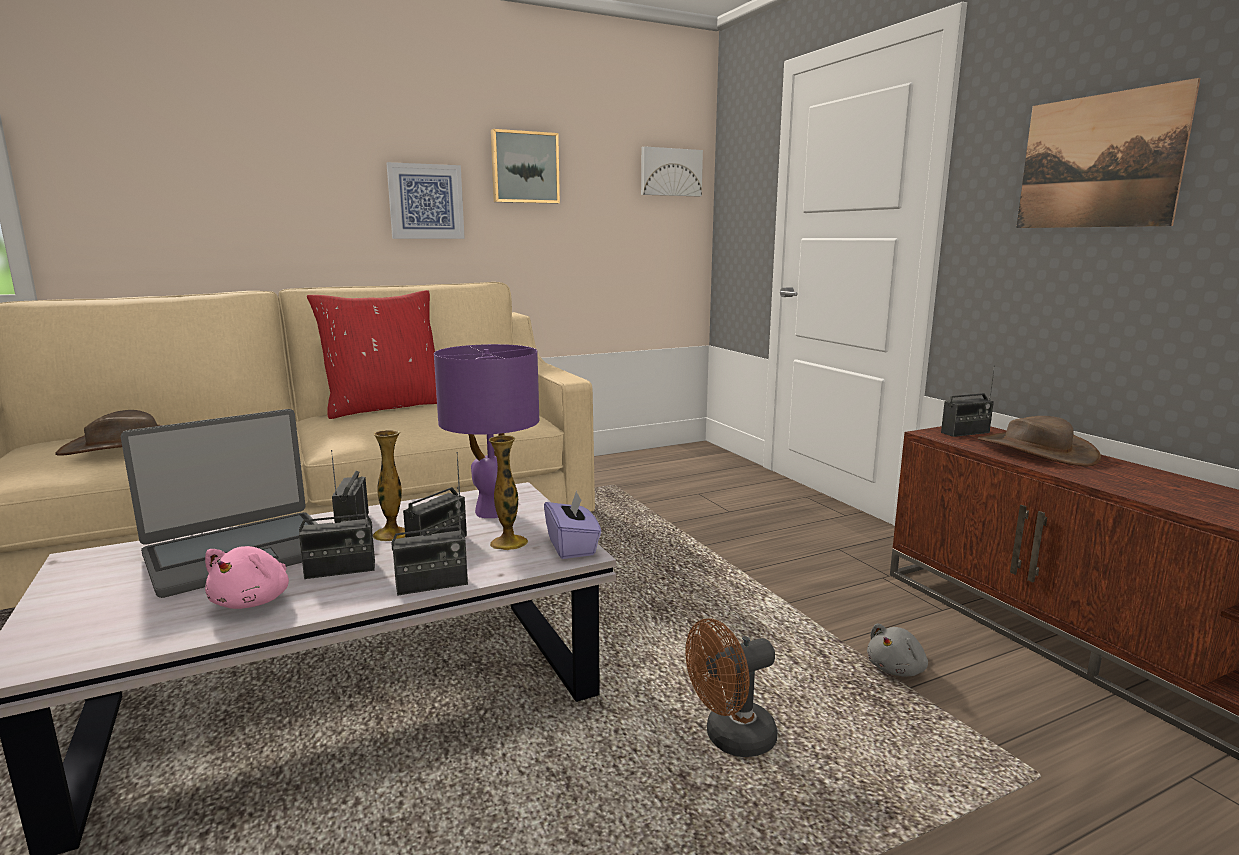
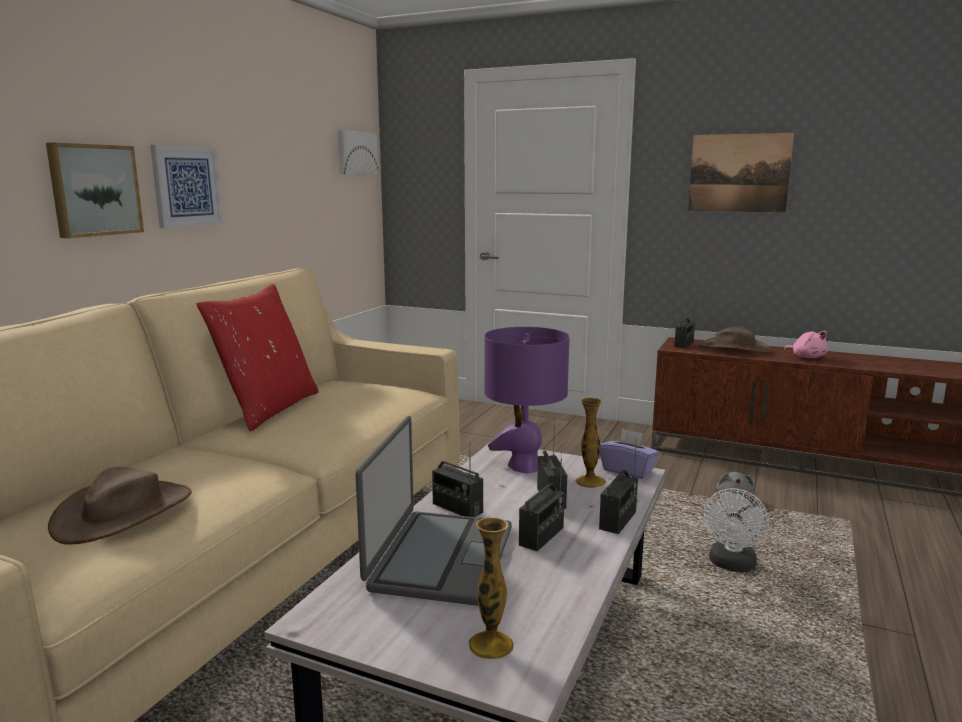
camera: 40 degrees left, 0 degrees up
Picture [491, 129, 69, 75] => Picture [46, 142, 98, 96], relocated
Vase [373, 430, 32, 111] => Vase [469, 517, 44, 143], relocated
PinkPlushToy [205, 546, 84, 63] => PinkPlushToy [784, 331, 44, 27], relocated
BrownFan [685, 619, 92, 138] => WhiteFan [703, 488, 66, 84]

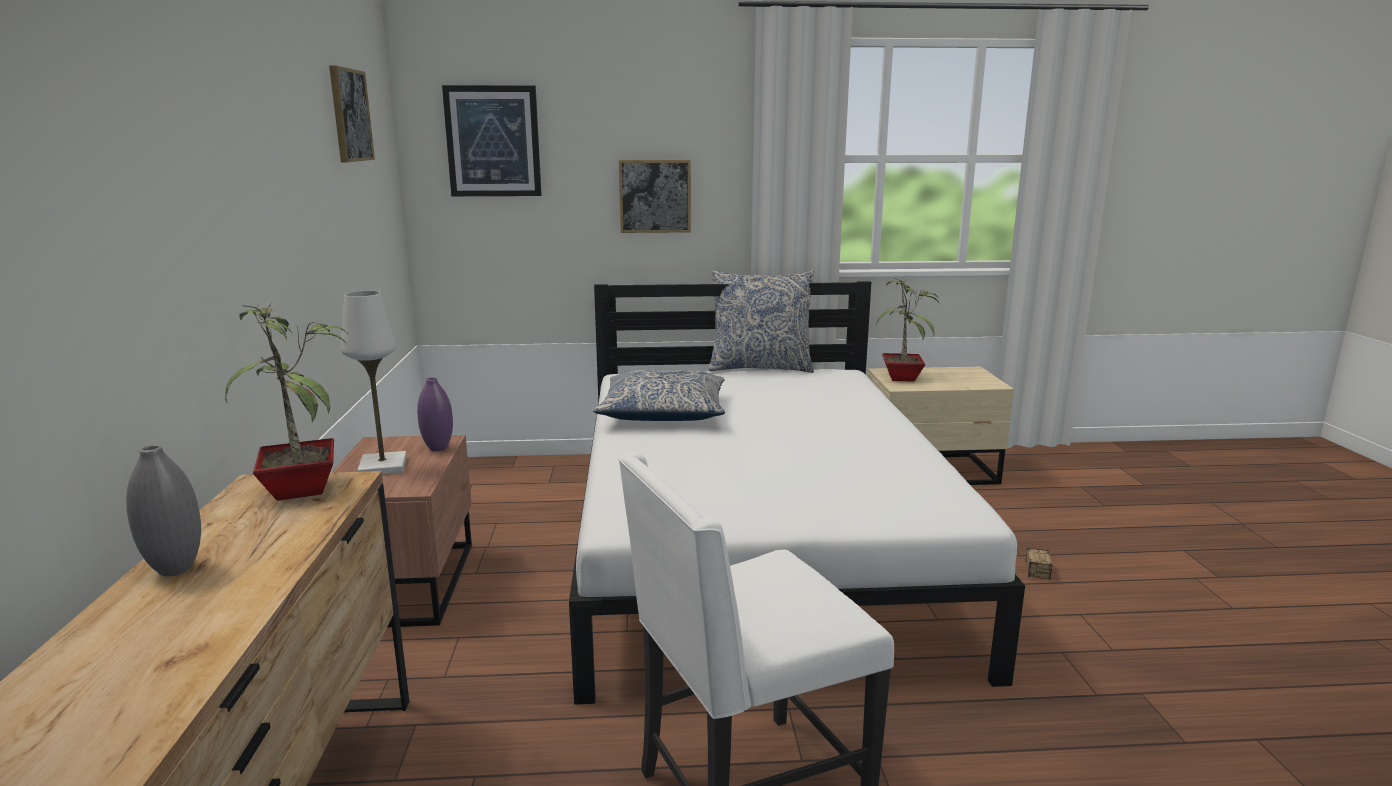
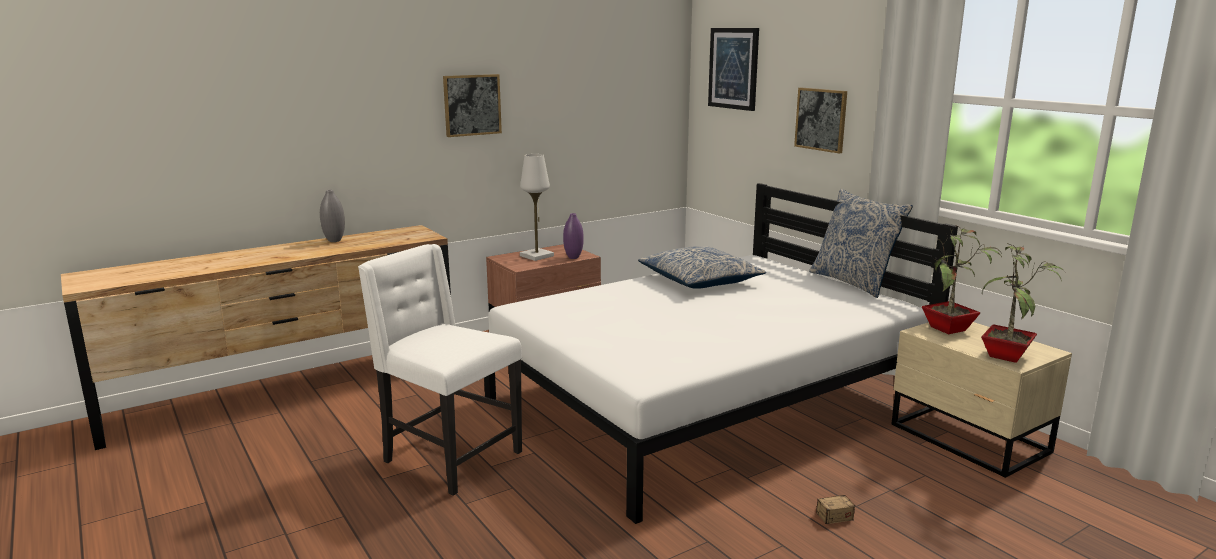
camera: 60 degrees right, 0 degrees up
Picture [329, 65, 46, 97] => Picture [443, 74, 59, 63], relocated
PottedPlant [225, 303, 124, 198] => PottedPlant [981, 243, 84, 120], relocated

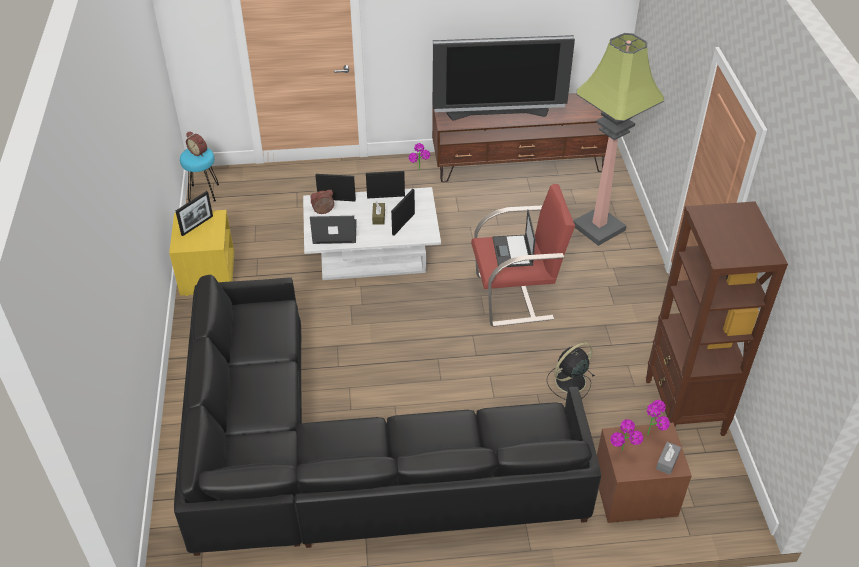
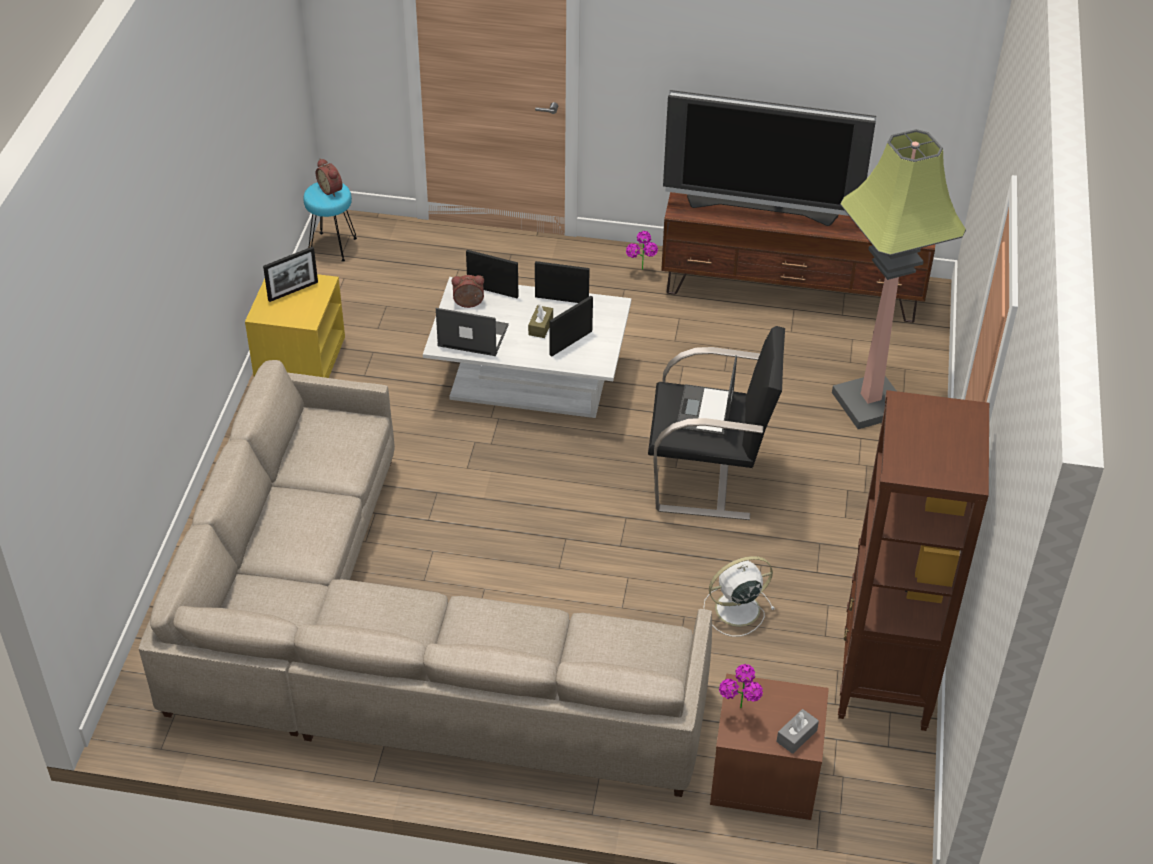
camera: 15 degrees right, 0 degrees up
RedArmchair [471, 184, 104, 143] => BlackArmchair [648, 326, 137, 194]
BlackSofa [174, 275, 427, 281] => BeigeSofa [139, 360, 573, 437]
BlackFan [547, 342, 47, 58] => WhiteFan [703, 556, 72, 81]
PottedPlant [647, 400, 23, 35] => nothing

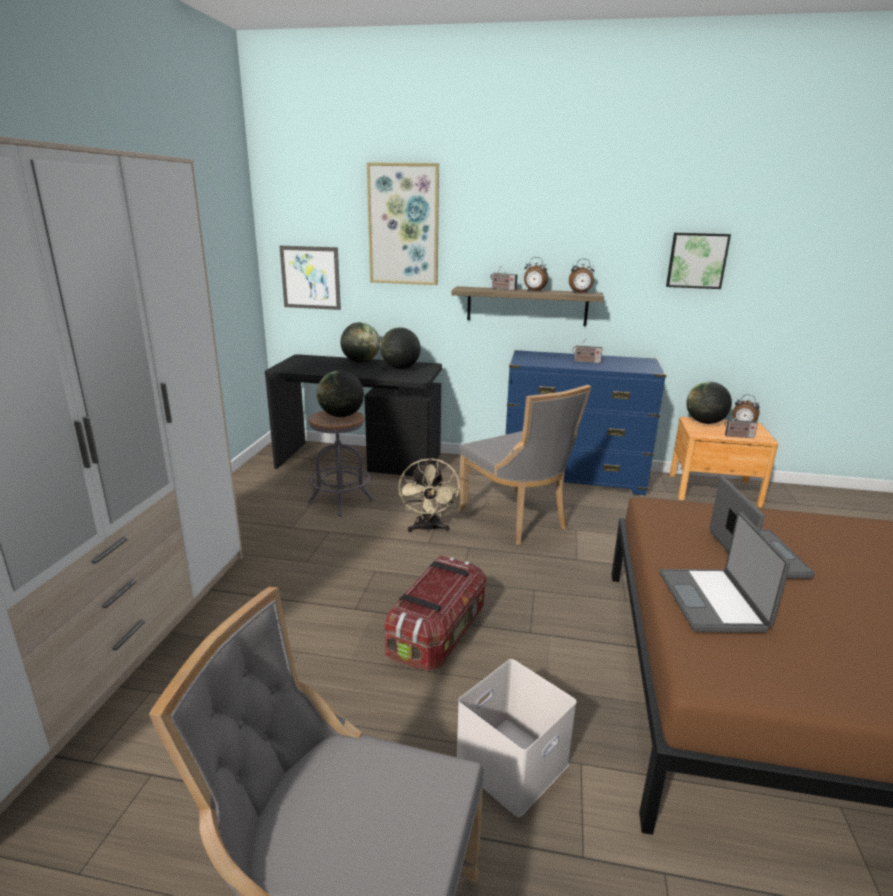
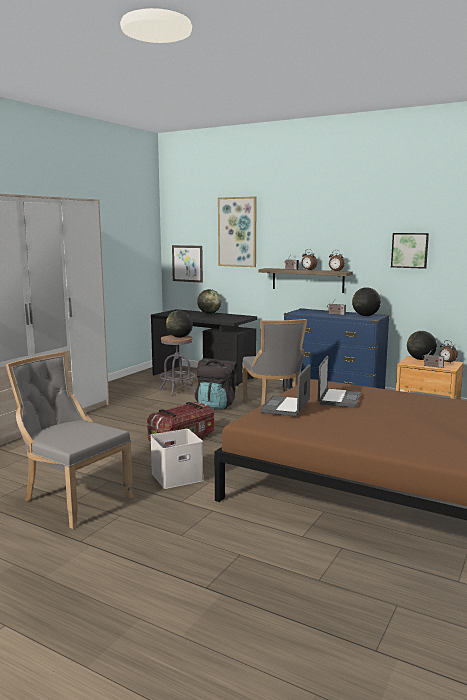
camera: 20 degrees right, 10 degrees down
Globe [380, 327, 41, 42] => Globe [352, 287, 29, 29], relocated
BeigeFan [398, 458, 63, 75] => BlackBackpack [195, 358, 42, 52]

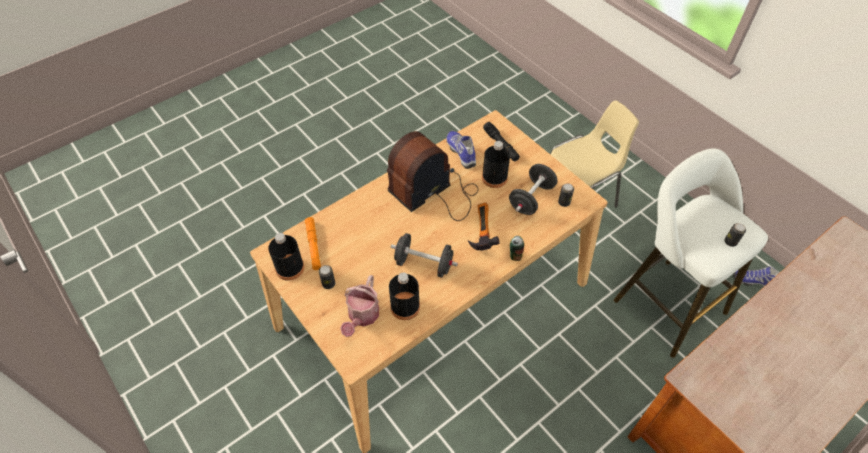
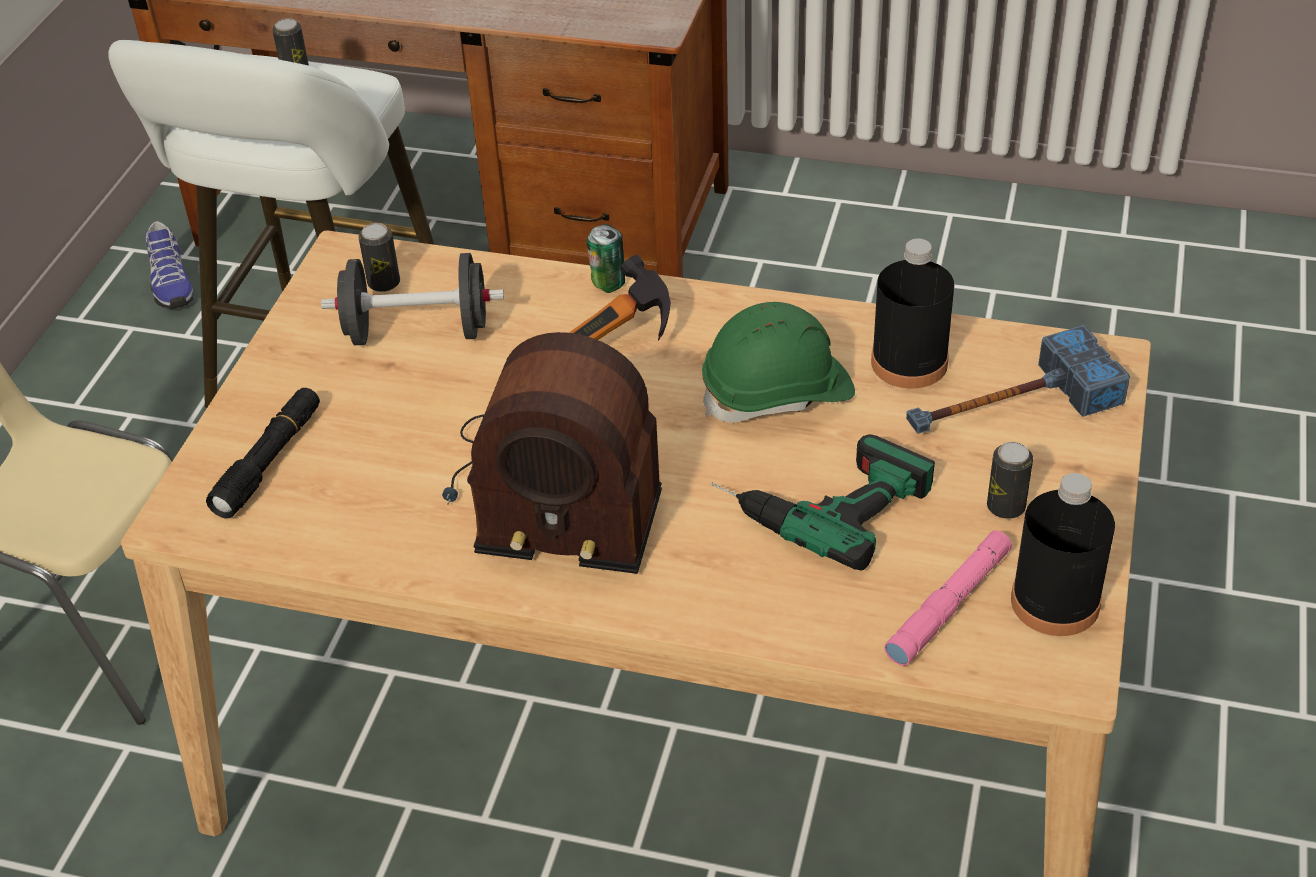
camera: 125 degrees left, 10 degrees down
Shoe [446, 131, 30, 38] => nothing
BlackBottle [482, 141, 28, 47] => nothing
OrangeFlashlight [305, 217, 16, 53] => PinkFlashlight [884, 530, 128, 136]
BlackDumbbell [391, 233, 67, 45] => GreenHardHat [702, 302, 153, 120]
WateringCan [340, 275, 39, 62] => Hammer [906, 325, 224, 109]
nothing => PowerDrill [711, 434, 224, 137]

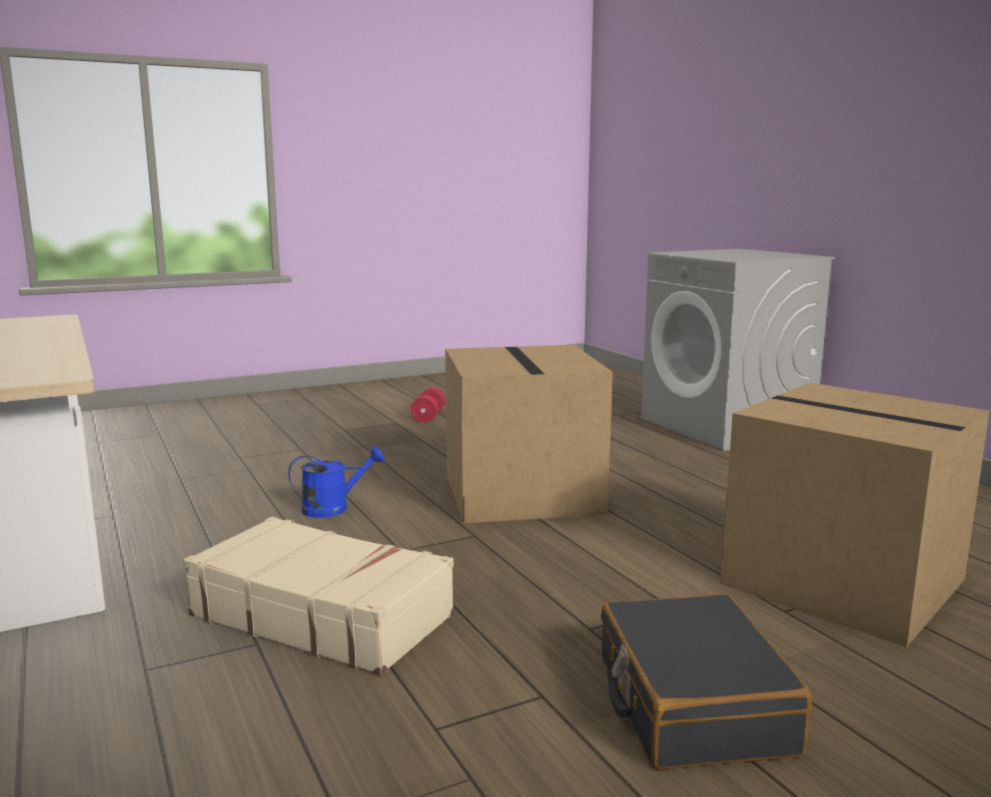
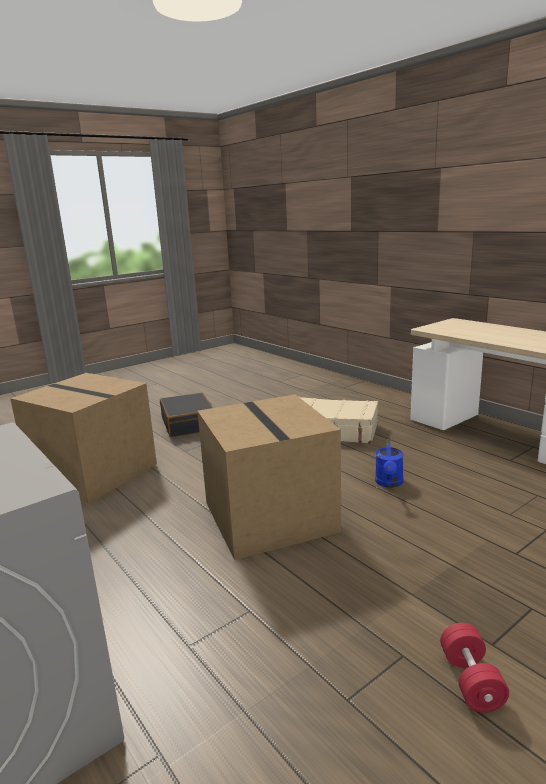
camera: 170 degrees right, 5 degrees up
BlueWateringCan [288, 446, 97, 72] => BlueWateringCan [375, 439, 29, 49], 45 degrees counterclockwise

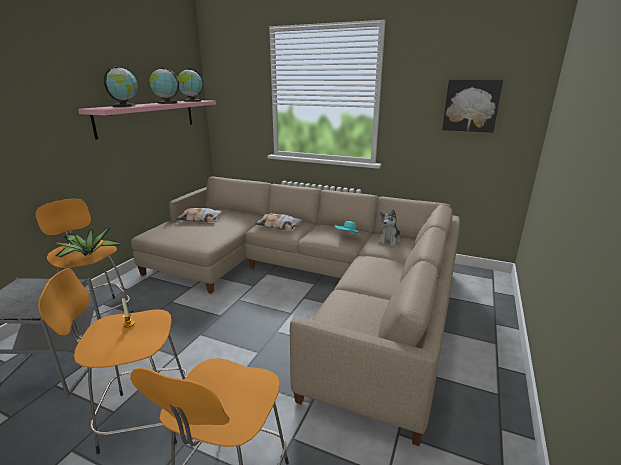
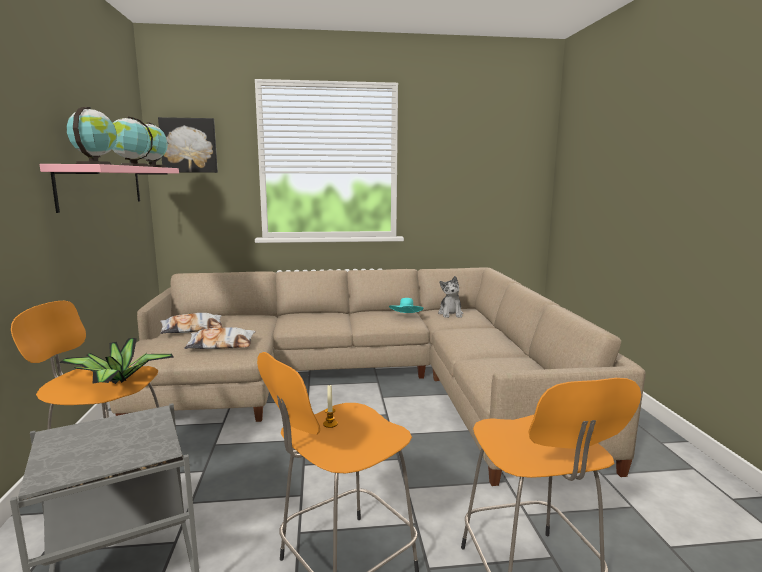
camera: 30 degrees left, 10 degrees down
Picture [442, 80, 61, 53] => Picture [158, 117, 60, 56], relocated
Pillow [255, 213, 47, 18] => Pillow [184, 327, 72, 22], relocated

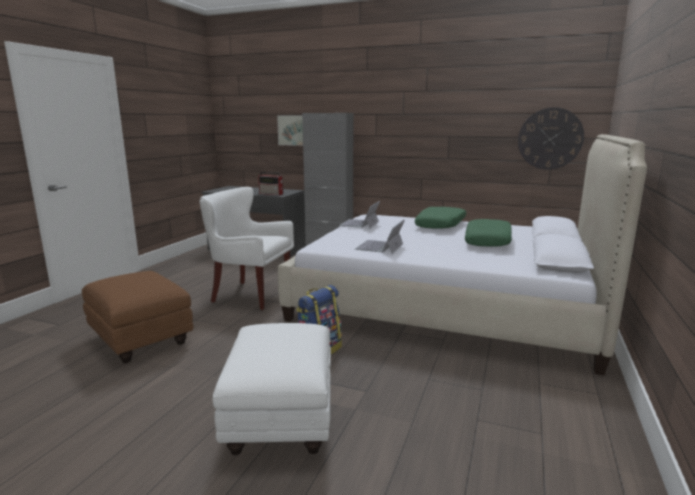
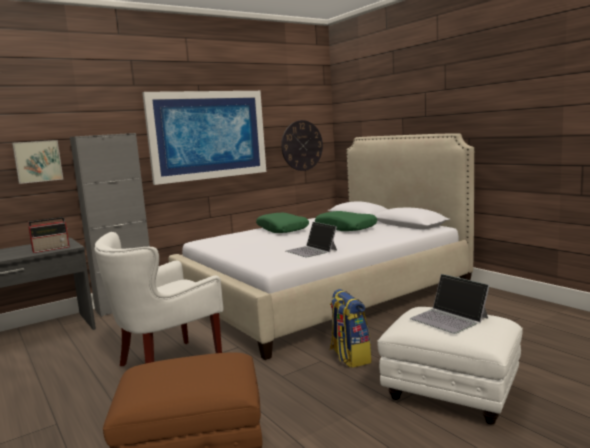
camera: 55 degrees left, 5 degrees down
Laptop [339, 201, 41, 27] => Laptop [410, 274, 80, 60], relocated
nothing => Picture [142, 91, 124, 94]

